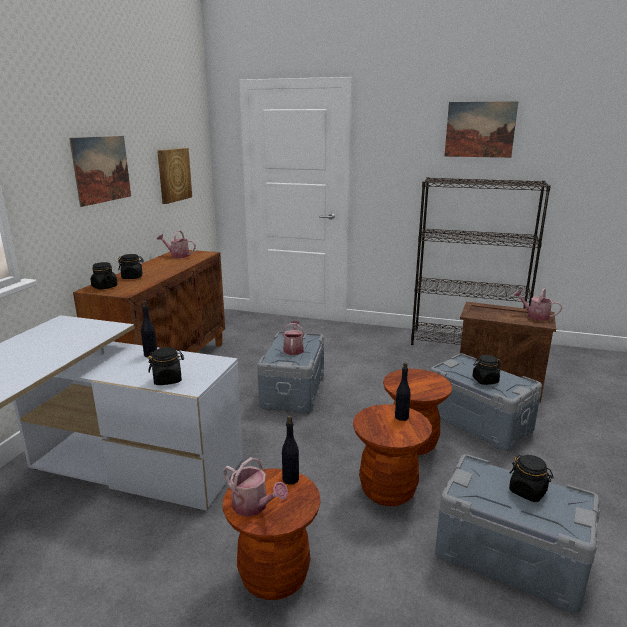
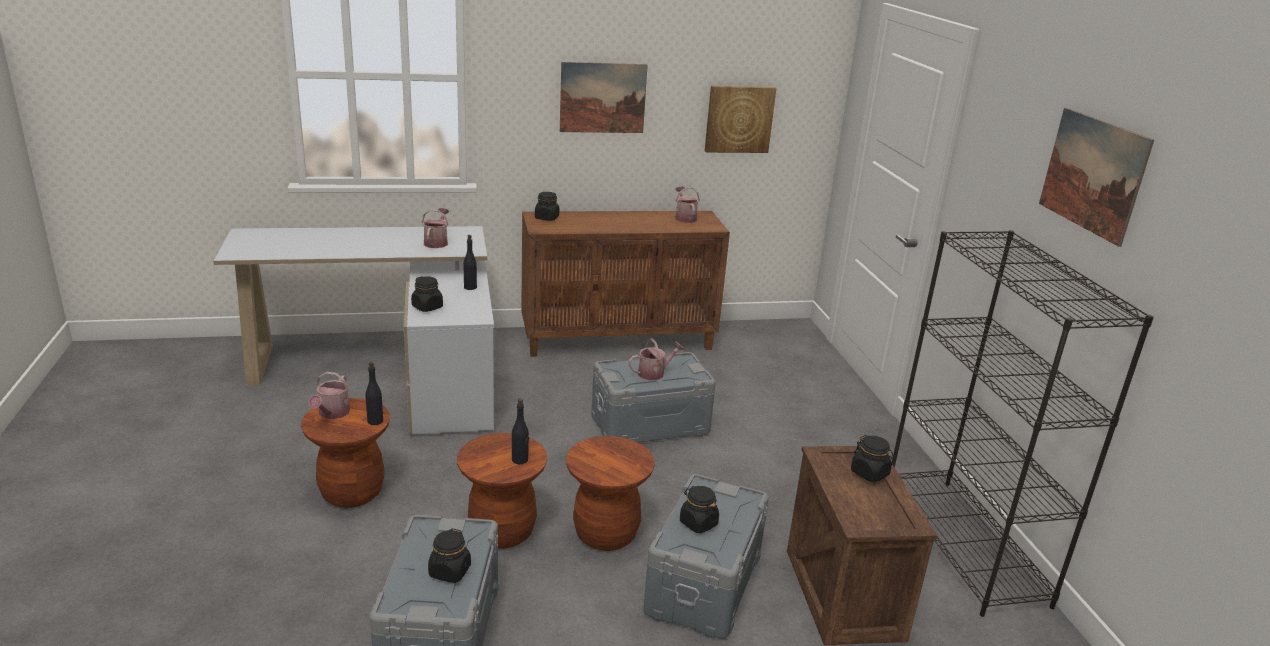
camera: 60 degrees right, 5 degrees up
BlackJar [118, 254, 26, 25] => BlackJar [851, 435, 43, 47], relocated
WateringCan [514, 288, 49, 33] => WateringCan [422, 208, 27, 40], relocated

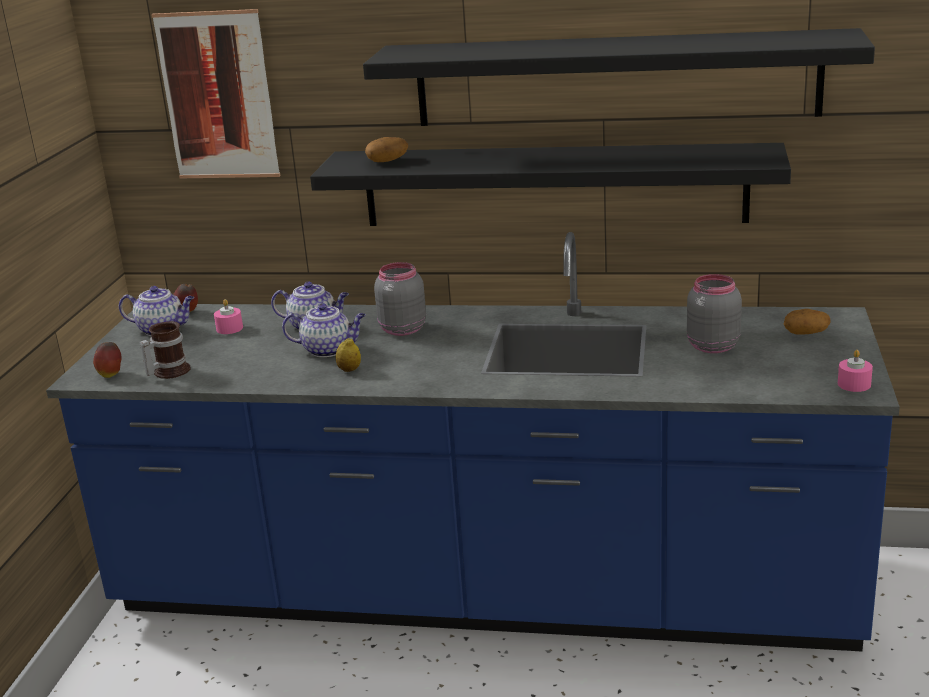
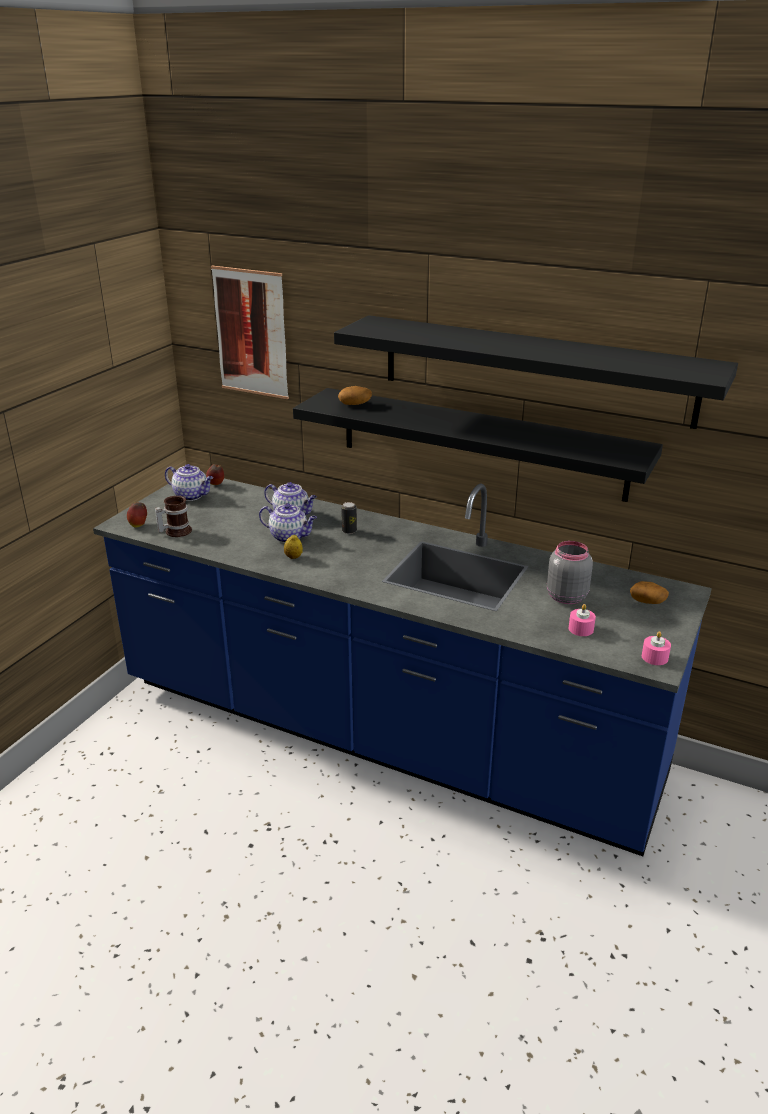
camera: 15 degrees right, 5 degrees up
GreyJar [374, 262, 52, 74] => Can [341, 502, 16, 32]
PinkCandle [214, 299, 29, 35] => PinkCandle [569, 604, 27, 32], relocated

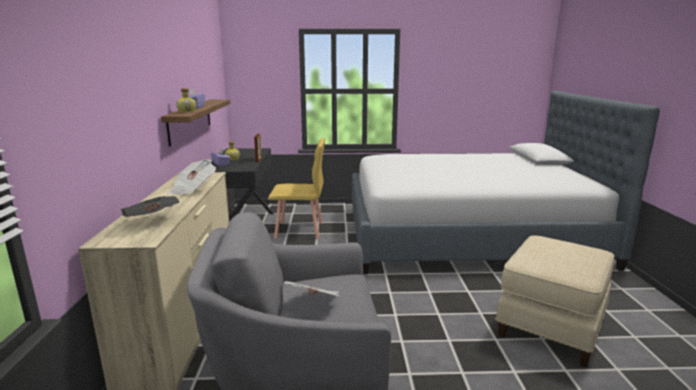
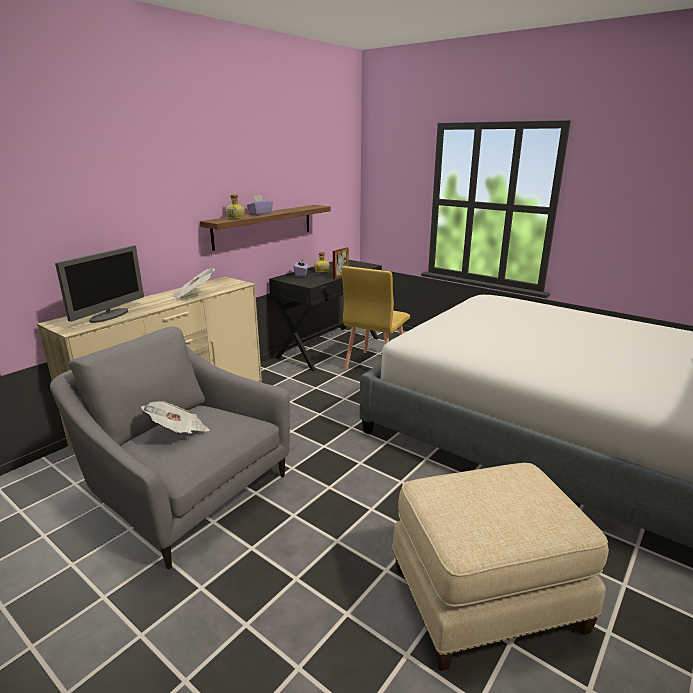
camera: 40 degrees right, 5 degrees up
YellowChair [268, 138, 57, 101] => YellowChair [342, 266, 68, 104], 75 degrees clockwise
Newspaper [121, 196, 58, 21] => Monitor [55, 246, 89, 77]

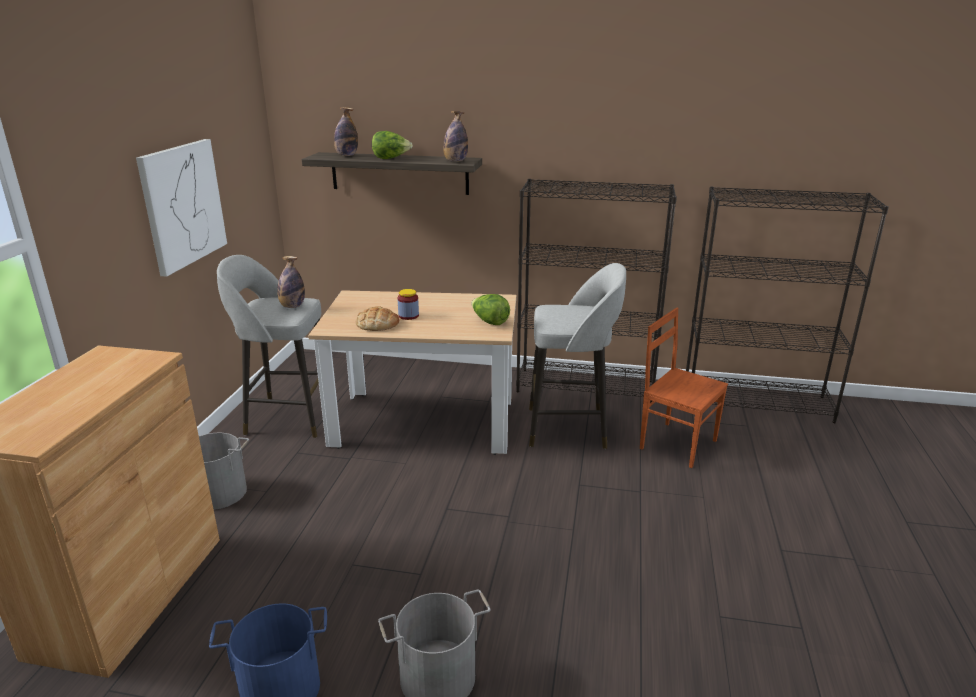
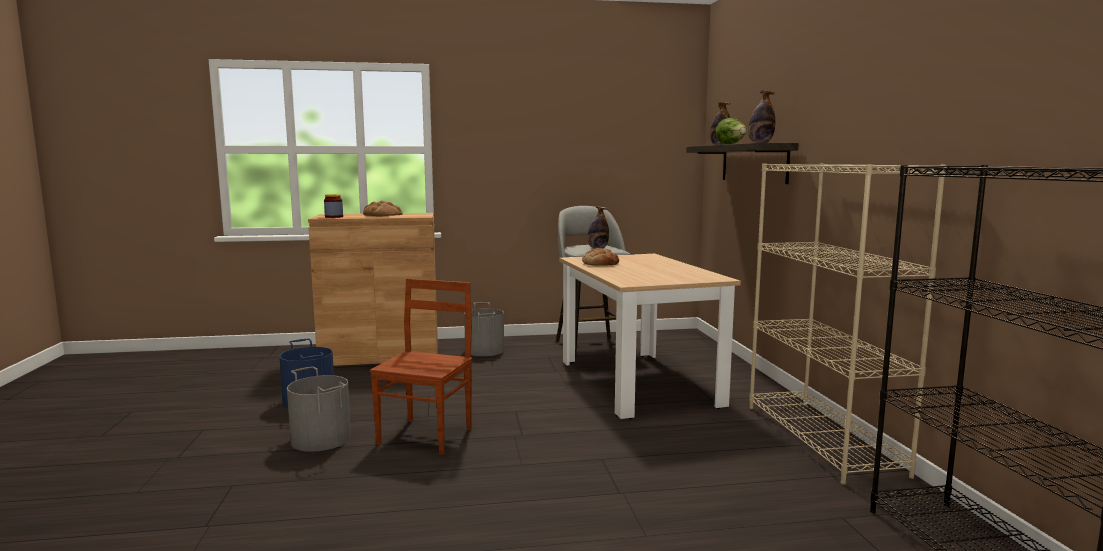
camera: 70 degrees right, 15 degrees down
Picture [136, 139, 91, 138] => nothing
BlackBookcase [516, 179, 161, 224] => BeigeBookcase [749, 163, 198, 322]
GreyStool [529, 263, 97, 186] => nothing
Jar [397, 289, 22, 31] => Jar [324, 194, 19, 24], relocated
Lettuce [471, 294, 39, 31] => nothing
BrownChair [640, 307, 88, 161] => BrownChair [370, 278, 102, 177], relocated
nothing => Bread [363, 201, 39, 15]

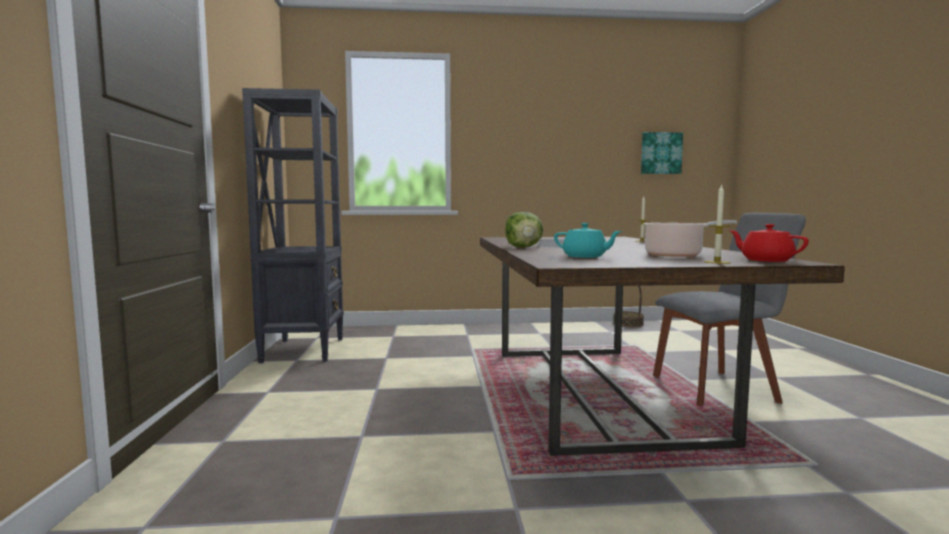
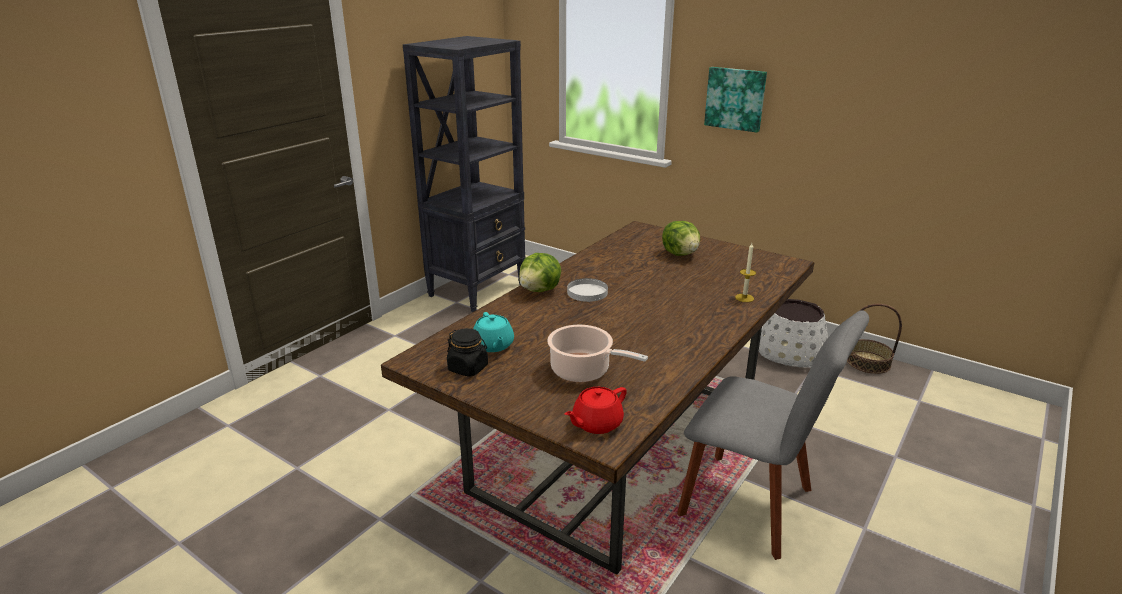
camera: 40 degrees right, 20 degrees up
Picture [641, 132, 42, 42] => Picture [704, 67, 63, 66], relocated
Candle [704, 184, 27, 80] => nothing
RedTeapot [730, 224, 79, 38] => RedTeapot [565, 387, 62, 47], 135 degrees counterclockwise
nothing => Lettuce [662, 221, 38, 35]
nothing => WhitePlanter [759, 299, 69, 69]
nothing => BlackJar [447, 328, 41, 49]

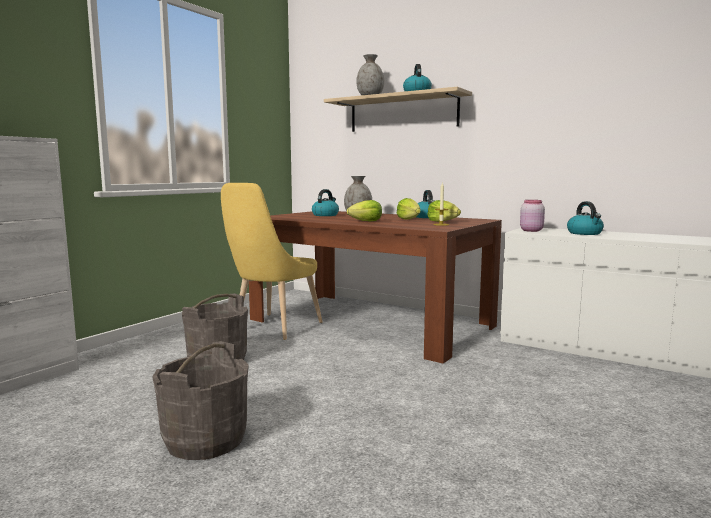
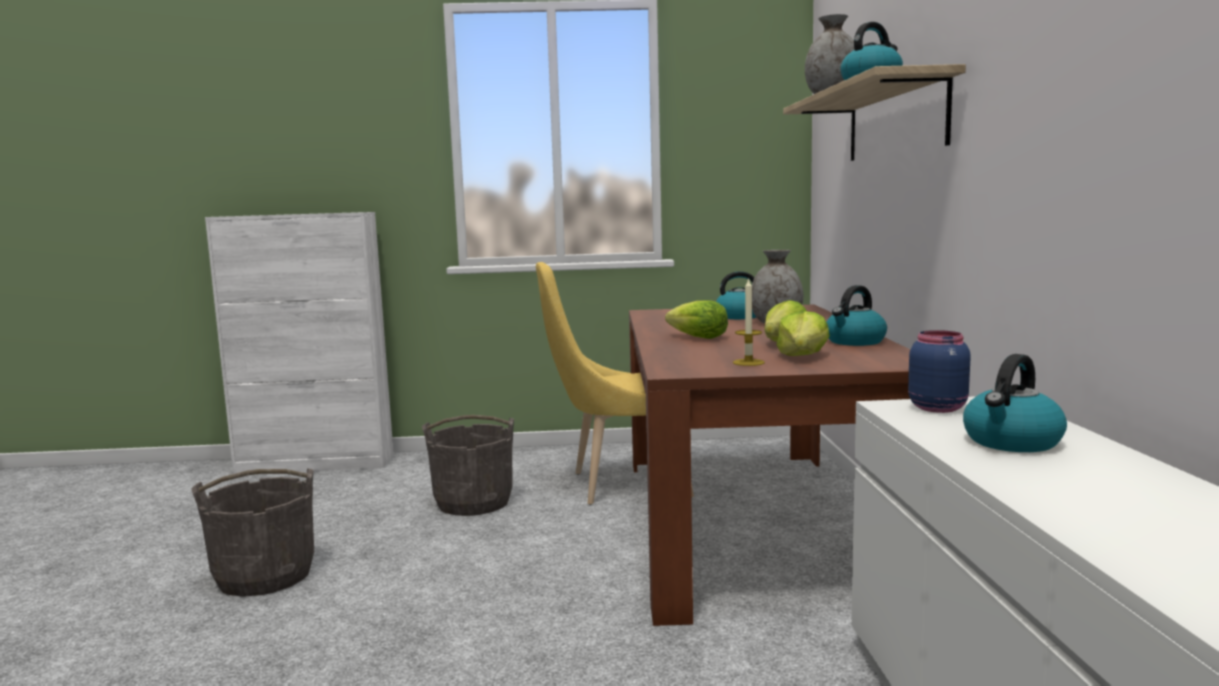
camera: 55 degrees right, 0 degrees up
PinkJar [520, 200, 25, 32] => BlueJar [908, 330, 63, 83]

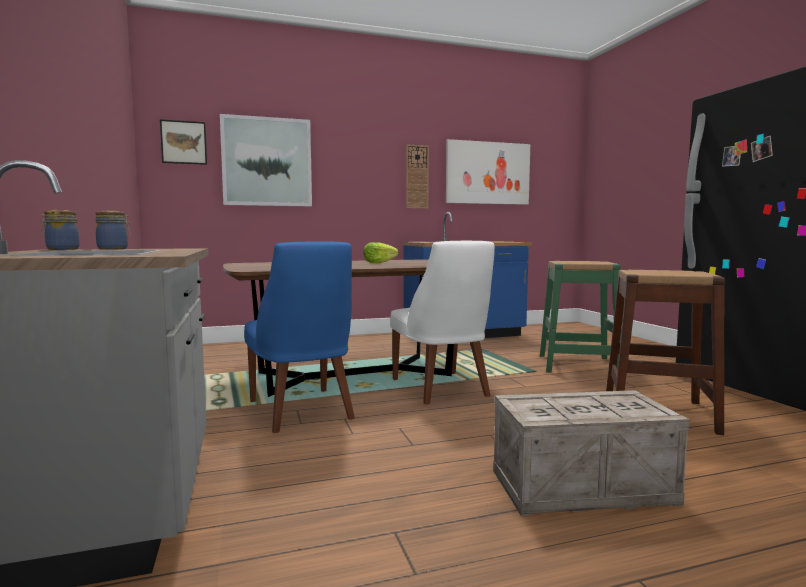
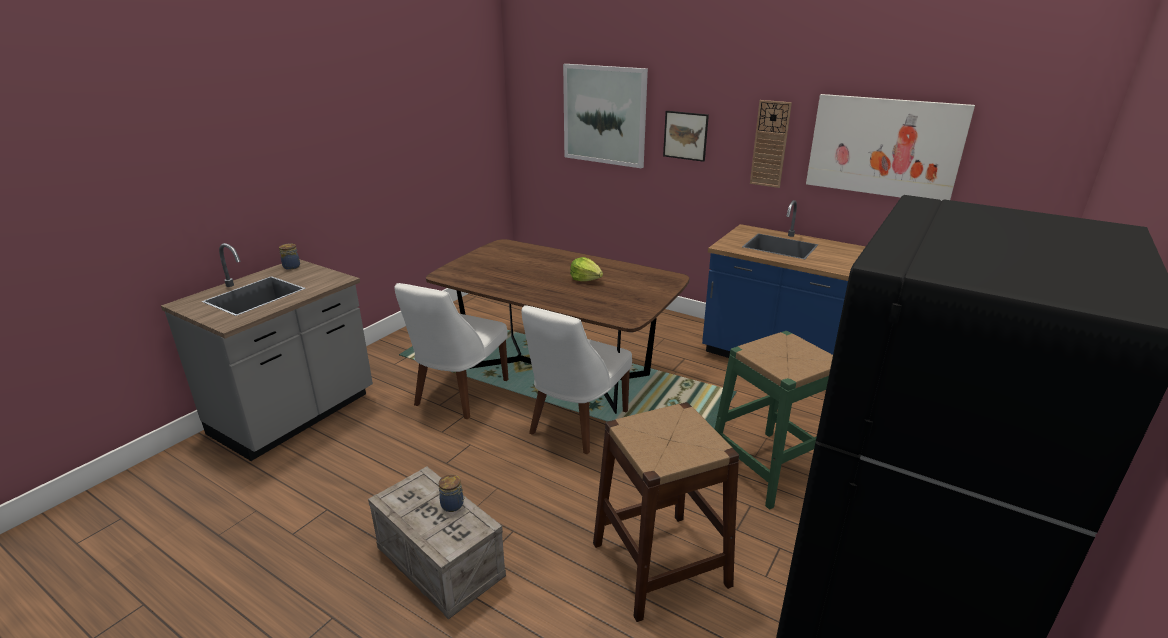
camera: 50 degrees right, 20 degrees up
Picture [160, 119, 47, 46] => Picture [663, 111, 46, 51], relocated
Jar [95, 211, 36, 39] => Jar [439, 475, 25, 37], relocated
BlueChair [244, 241, 111, 192] => WhiteChair [395, 283, 114, 136]

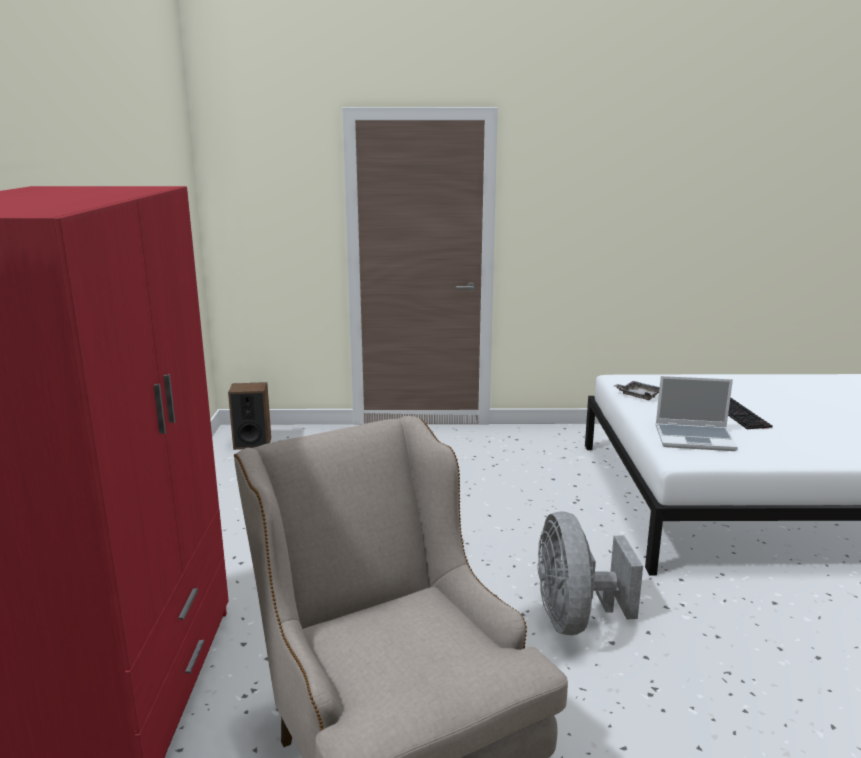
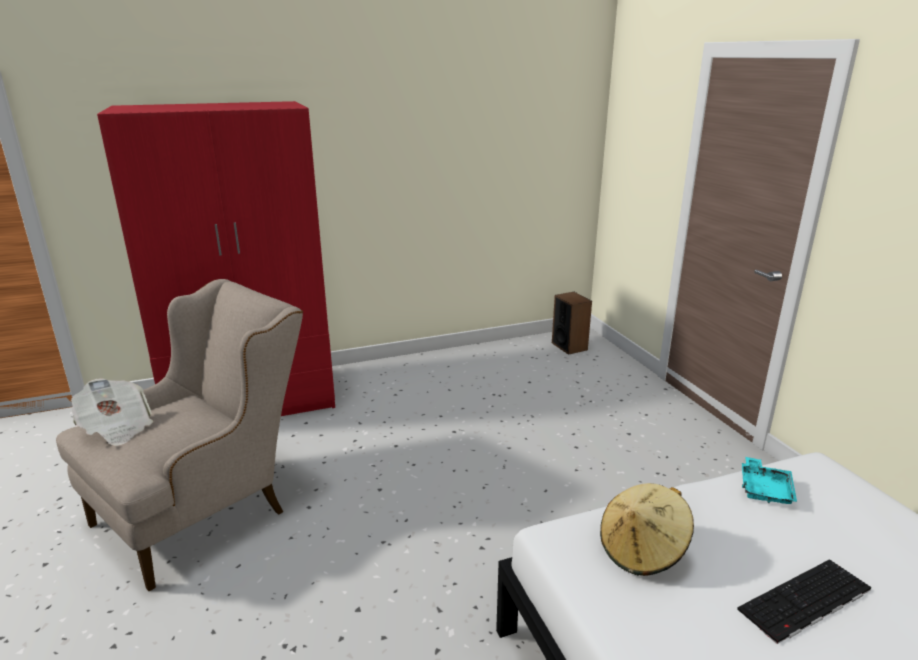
camera: 70 degrees right, 5 degrees up
Laptop [656, 376, 82, 75] => BeigeHat [600, 483, 94, 93]
GreyTray [613, 381, 47, 19] => TurquoiseTray [742, 457, 55, 47]
GreyFan [537, 511, 106, 124] => nothing
nothing => Newspaper [71, 378, 82, 68]

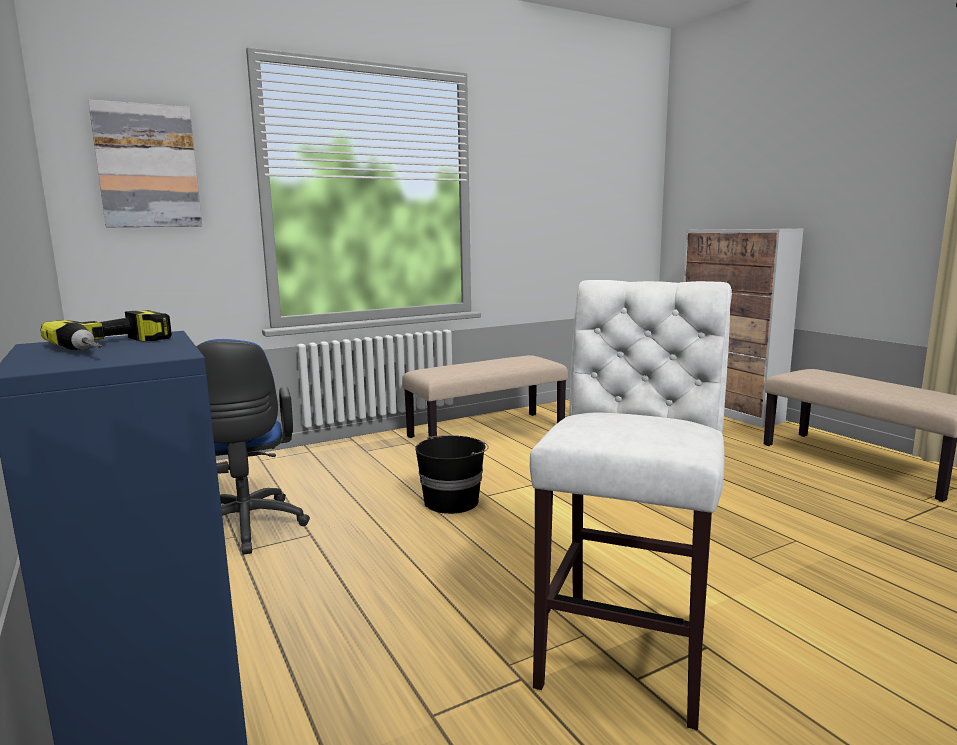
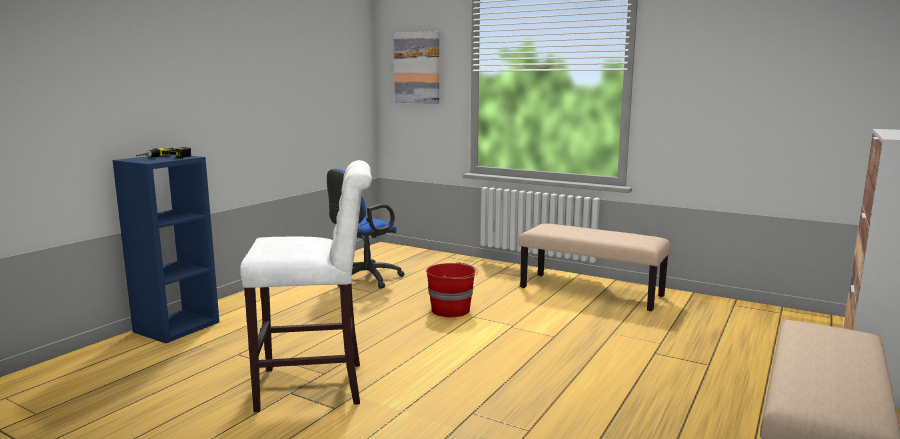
camera: 60 degrees right, 0 degrees up
BlackBucket [415, 435, 74, 79] => RedBucket [426, 262, 52, 55]

